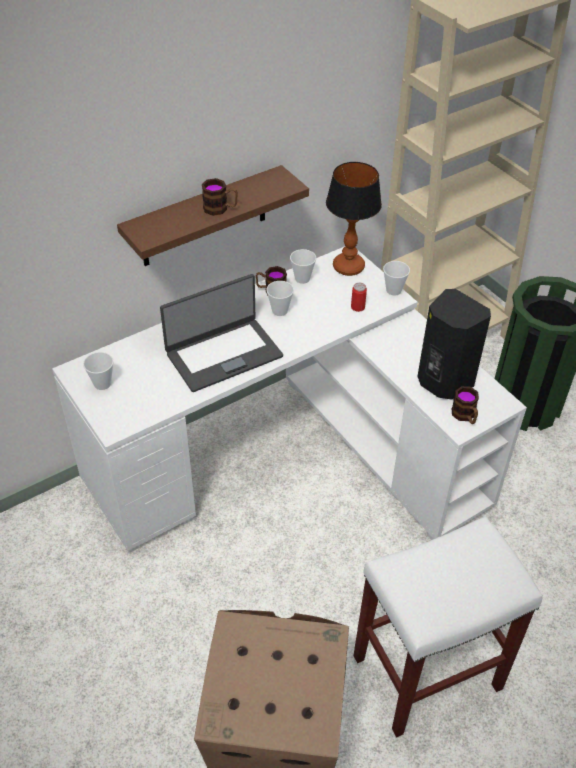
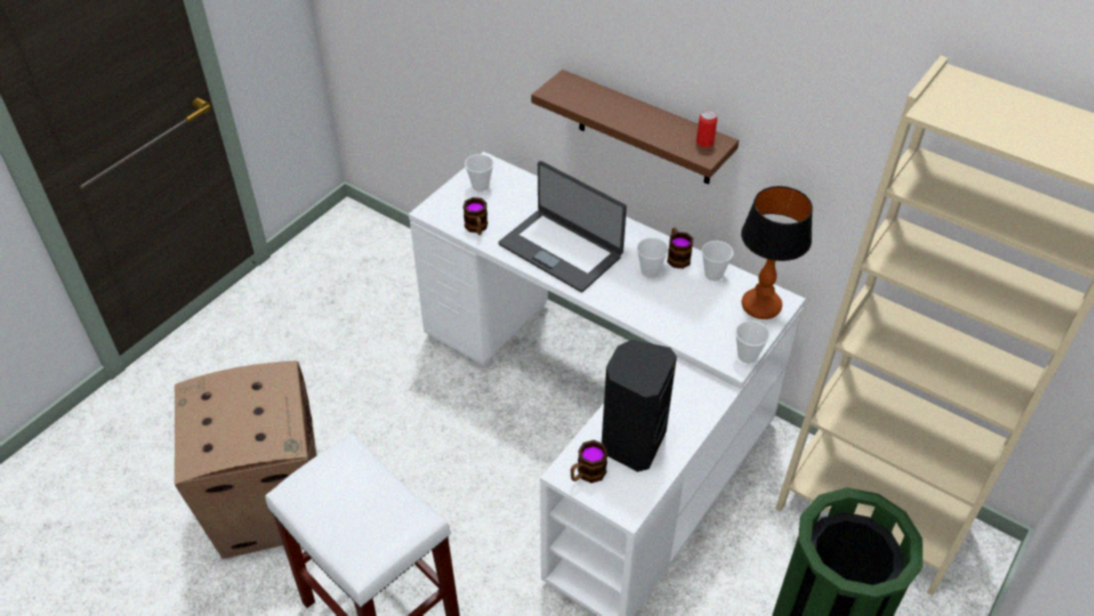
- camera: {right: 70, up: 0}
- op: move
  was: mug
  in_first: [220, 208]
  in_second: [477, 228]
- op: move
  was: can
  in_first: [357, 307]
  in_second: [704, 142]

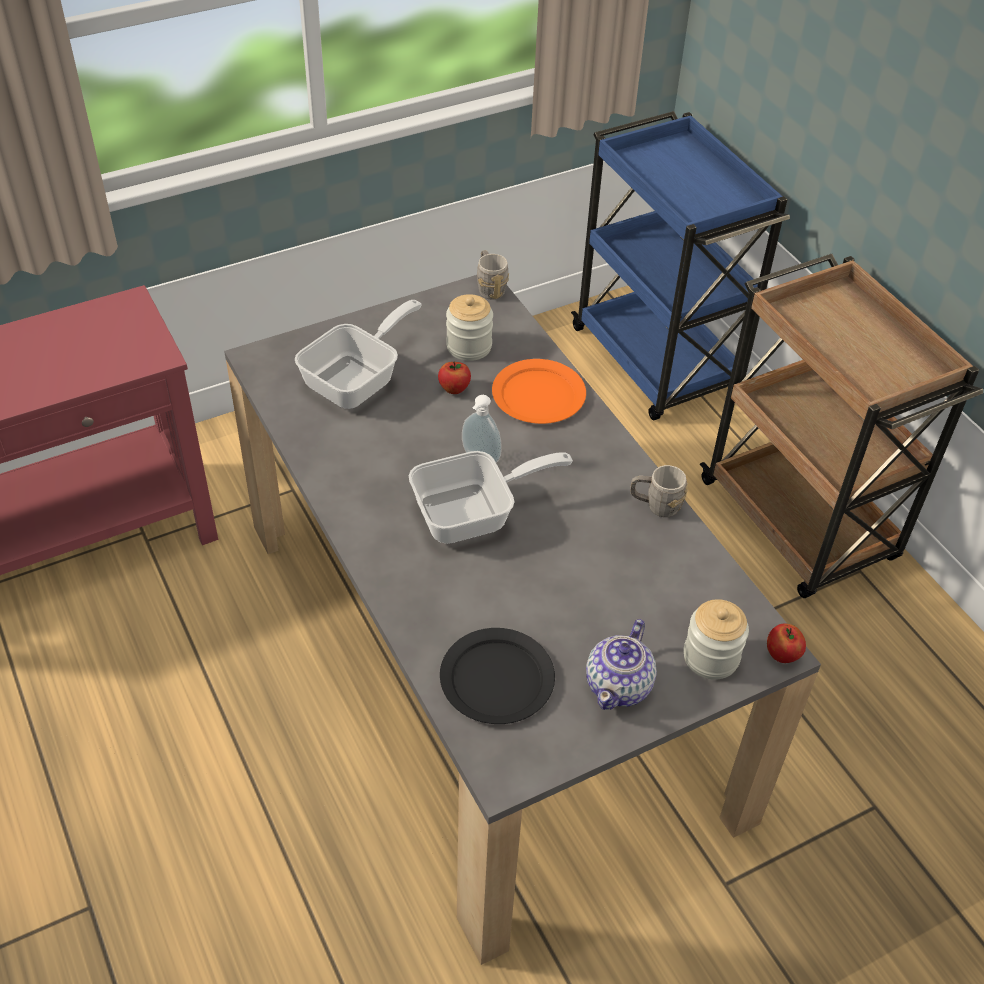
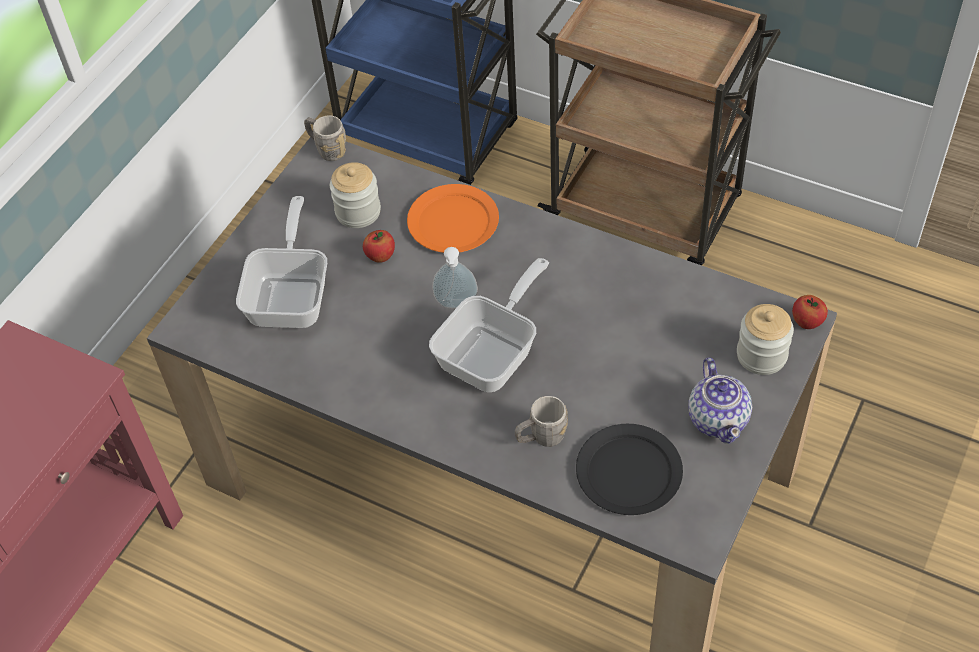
- camera: {right: -30, up: 5}
- op: move
  was: mug in grey
  in_first: [655, 505]
  in_second: [541, 437]

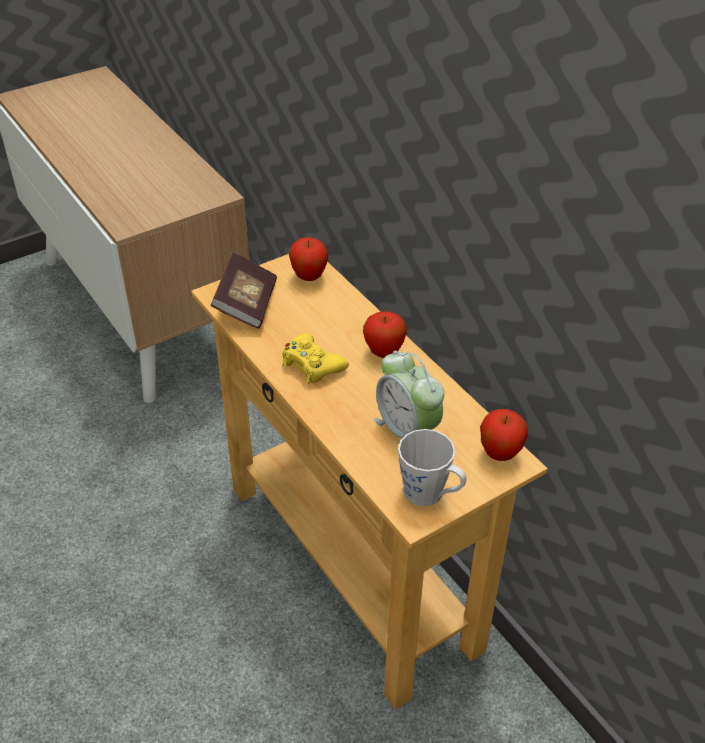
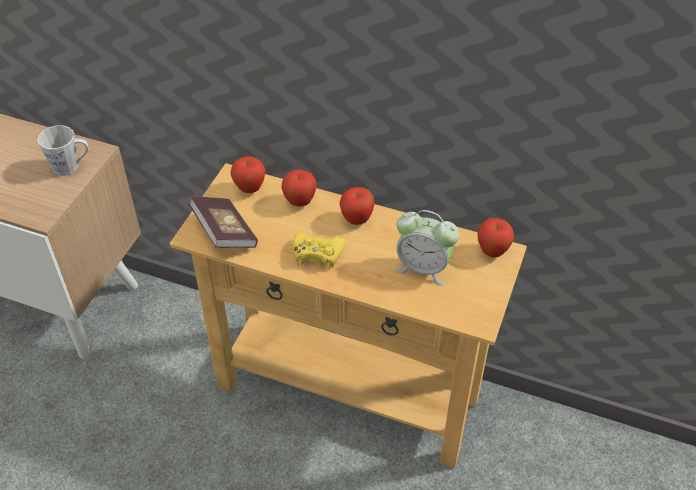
- camera: {right: -35, up: 5}
- op: insert
  now: apple
  in_second: [300, 202]
- op: move
  was: mug in grey
  in_first: [430, 494]
  in_second: [71, 167]

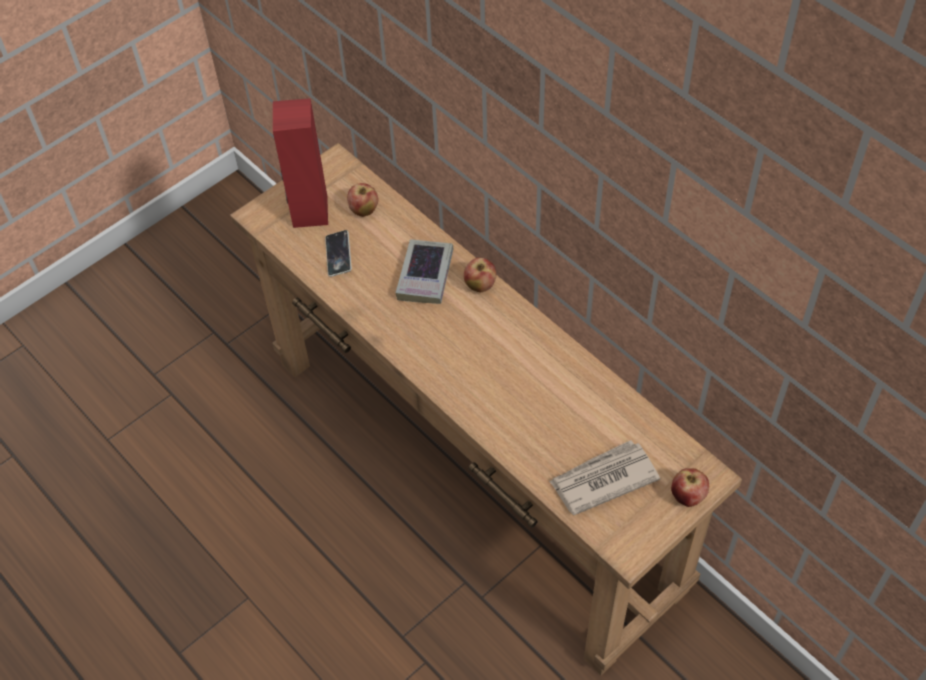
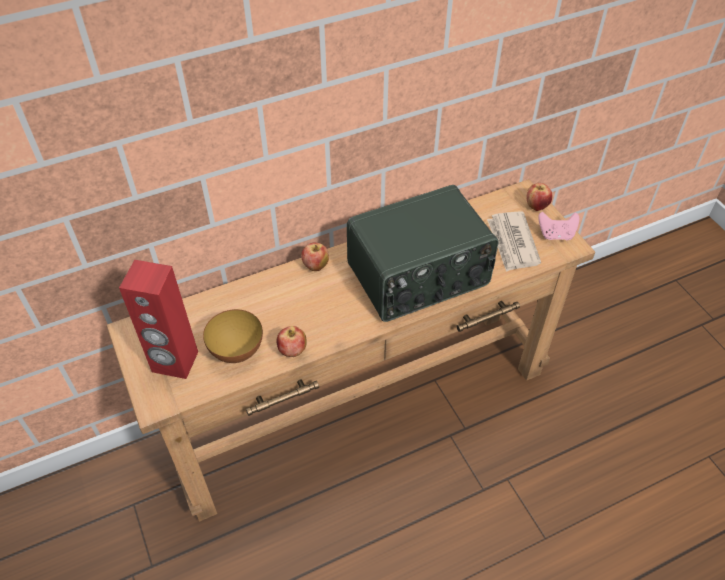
- camera: {right: -75, up: -5}
- op: delete
  was: book
  in_first: [425, 275]
- op: insert
  now: radio
  in_second: [419, 276]
- op: insert
  now: game controller in pink
  in_second: [556, 235]
- op: move
  was: apple
  in_first: [363, 210]
  in_second: [292, 351]
- op: replace
  was: phone
  now: bowl
  in_first: [338, 255]
  in_second: [237, 351]

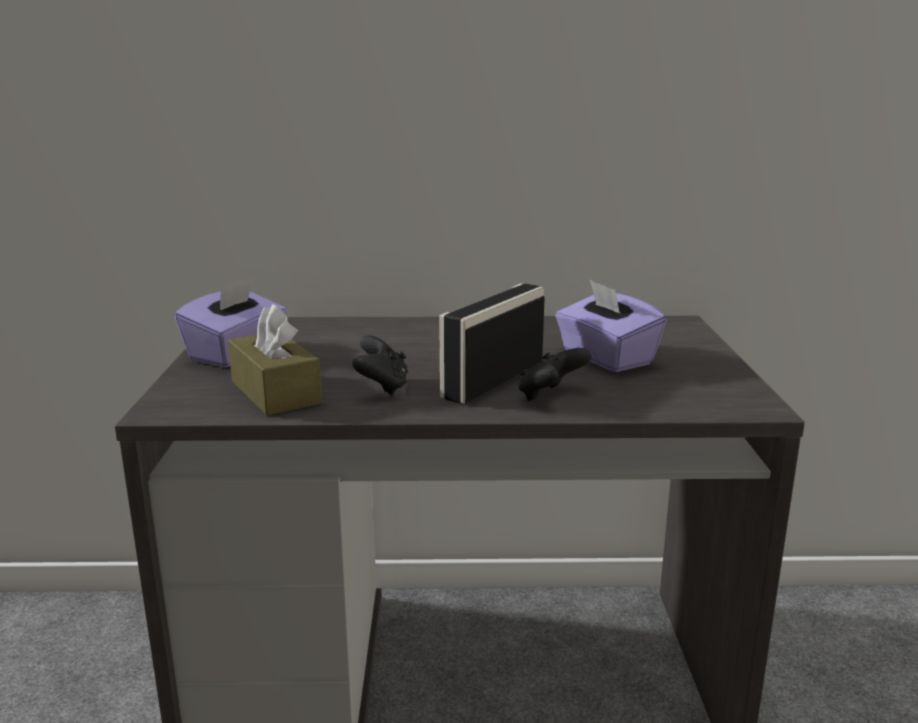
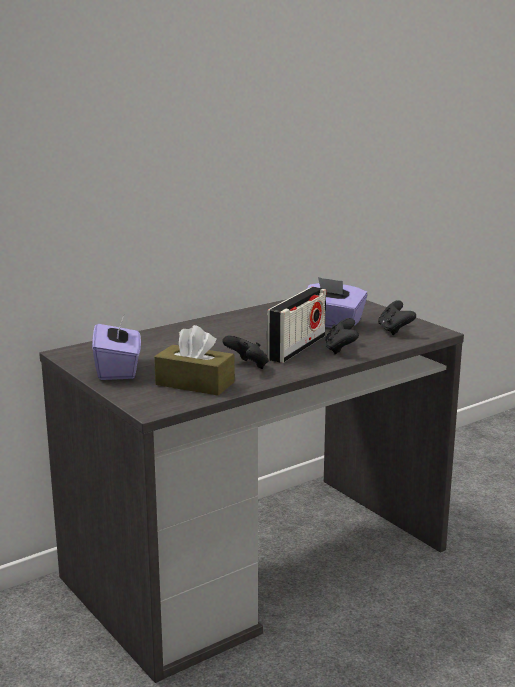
- camera: {right: -35, up: 0}
- op: insert
  now: game controller in black
  in_second: [394, 330]
- op: rotate
  was: radio
  in_first: [493, 379]
  in_second: [297, 348]
  clockwise: -150

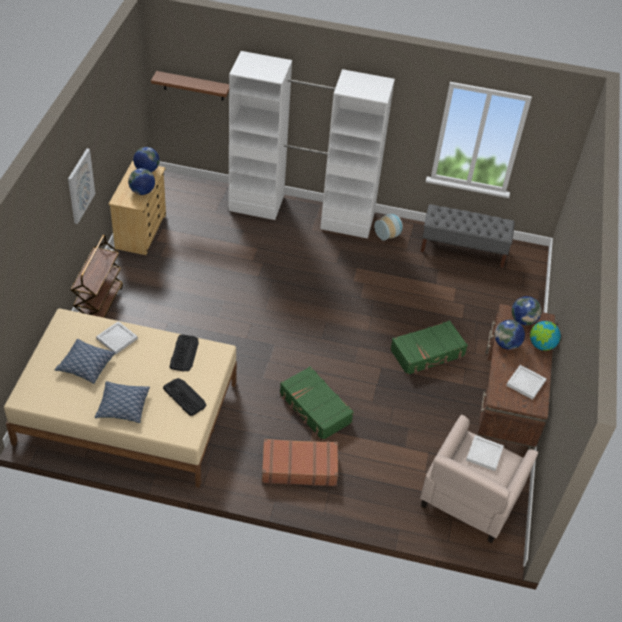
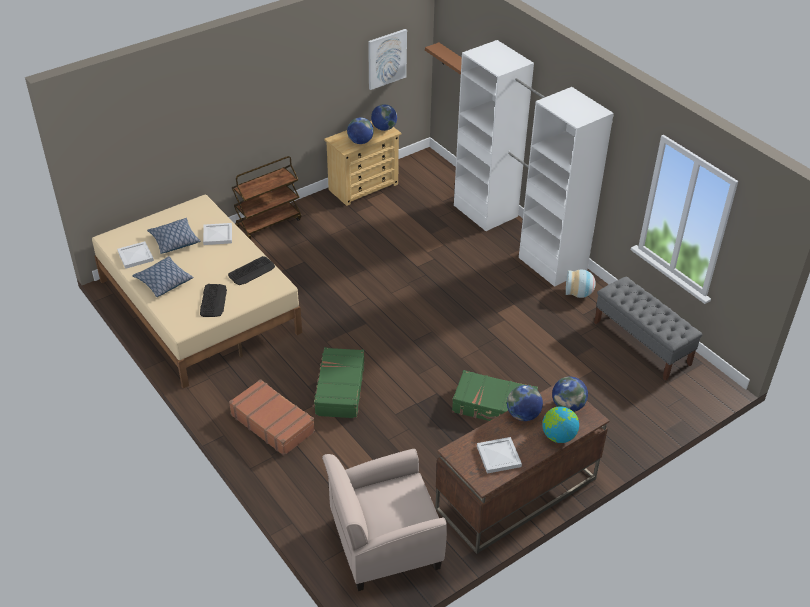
- camera: {right: 45, up: -5}
- op: move
  was: picture
  in_first: [80, 186]
  in_second: [386, 59]
- op: move
  was: tray in white
  in_first: [485, 454]
  in_second: [136, 256]

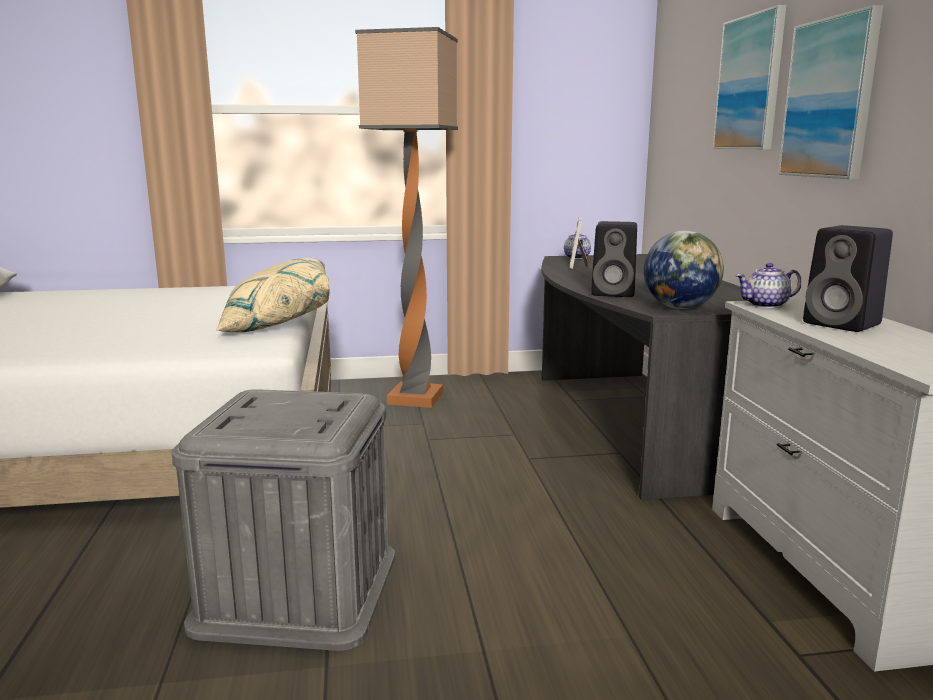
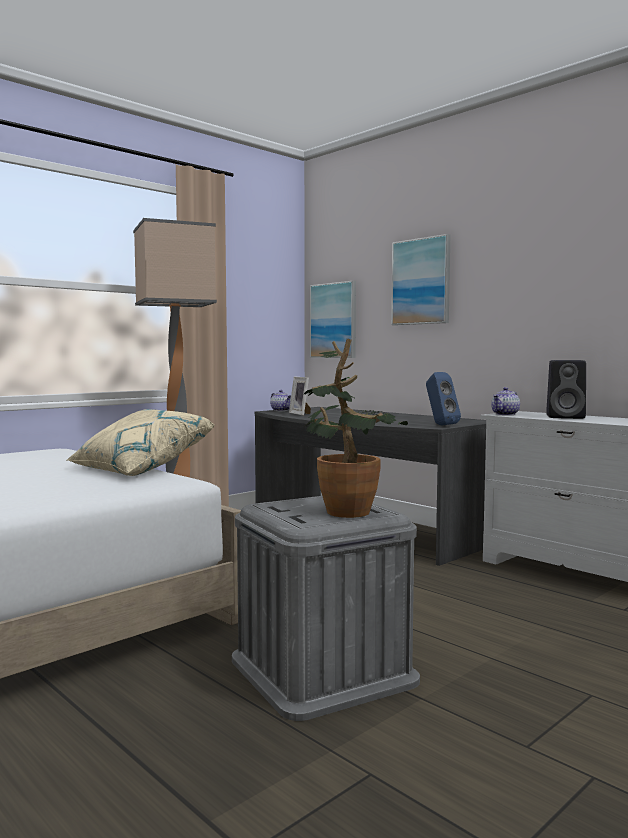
- camera: {right: -35, up: -10}
- op: delete
  was: speaker in black
  in_first: [615, 293]
- op: insert
  now: potted plant
  in_second: [345, 509]
- op: move
  was: picture
  in_first: [830, 99]
  in_second: [334, 320]
- op: replace
  was: globe
  now: speaker in blue
  in_first: [680, 308]
  in_second: [440, 425]

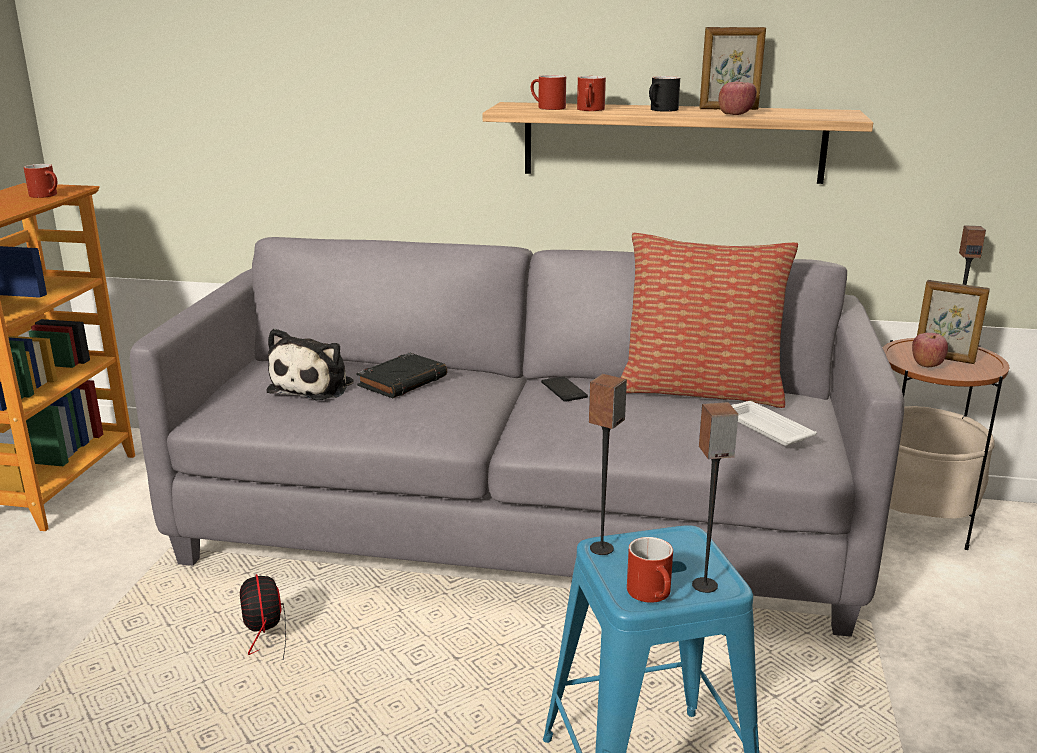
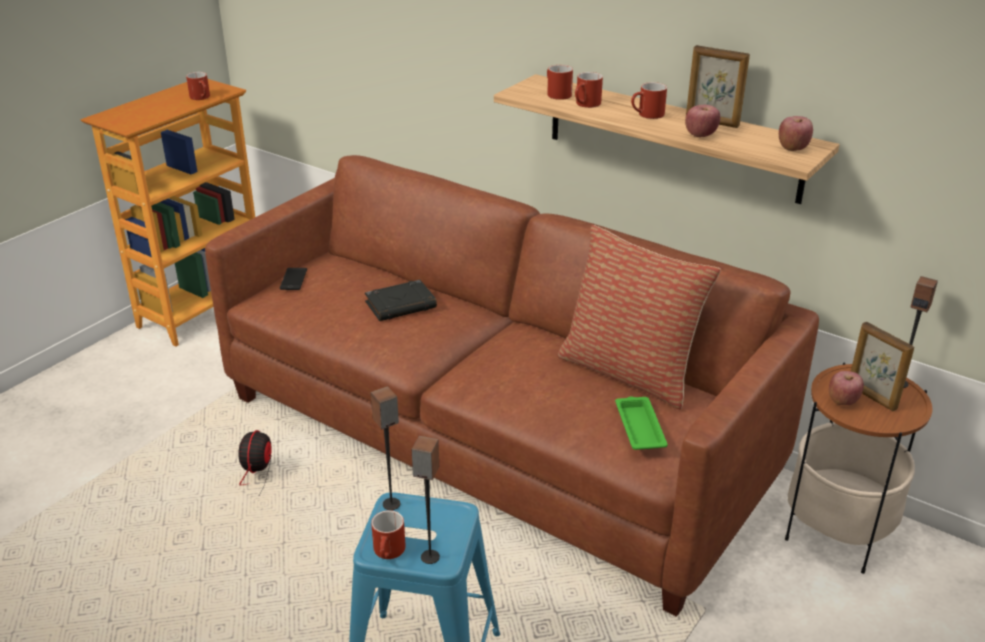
- camera: {right: 25, up: 10}
- op: delete
  was: plush toy
  in_first: [315, 386]
- op: insert
  now: apple
  in_second: [793, 147]
- op: move
  was: phone
  in_first: [564, 390]
  in_second: [293, 279]
- op: recolor
  was: sofa in grey
  now: sofa in brown
  in_first: [520, 528]
  in_second: [494, 437]
- op: recolor
  was: mug in black
  now: mug in red
  in_first: [661, 110]
  in_second: [647, 115]
- op: recolor
  was: tray in white
  now: tray in green
  in_first: [765, 428]
  in_second: [639, 427]

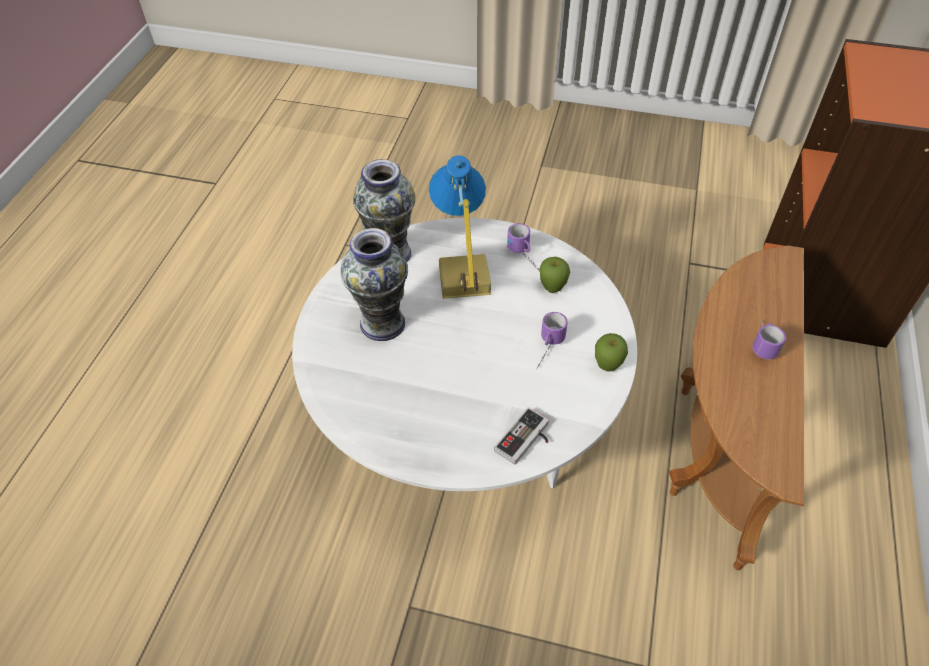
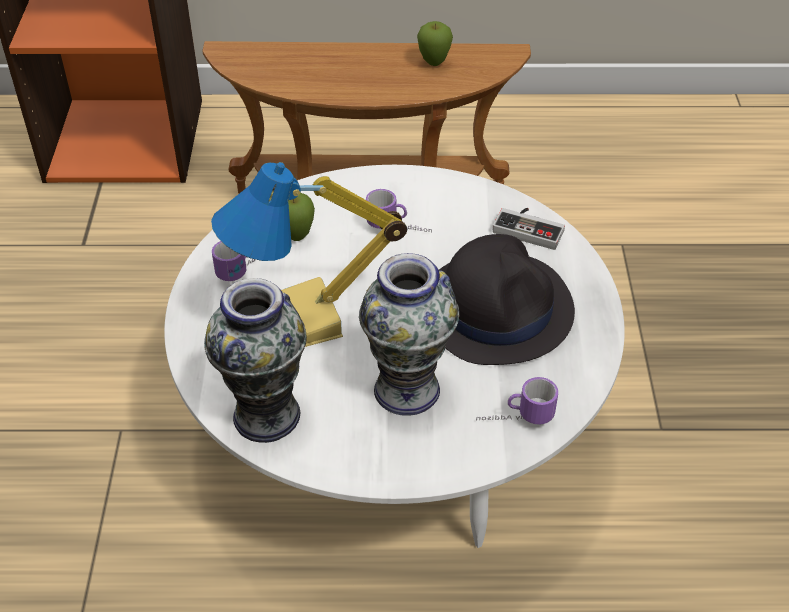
- camera: {right: -105, up: -5}
- op: insert
  now: hat in black
  in_second: [497, 308]
- op: move
  was: apple
  in_first: [607, 367]
  in_second: [434, 63]
- op: move
  was: mug
  in_first: [762, 342]
  in_second: [514, 419]

